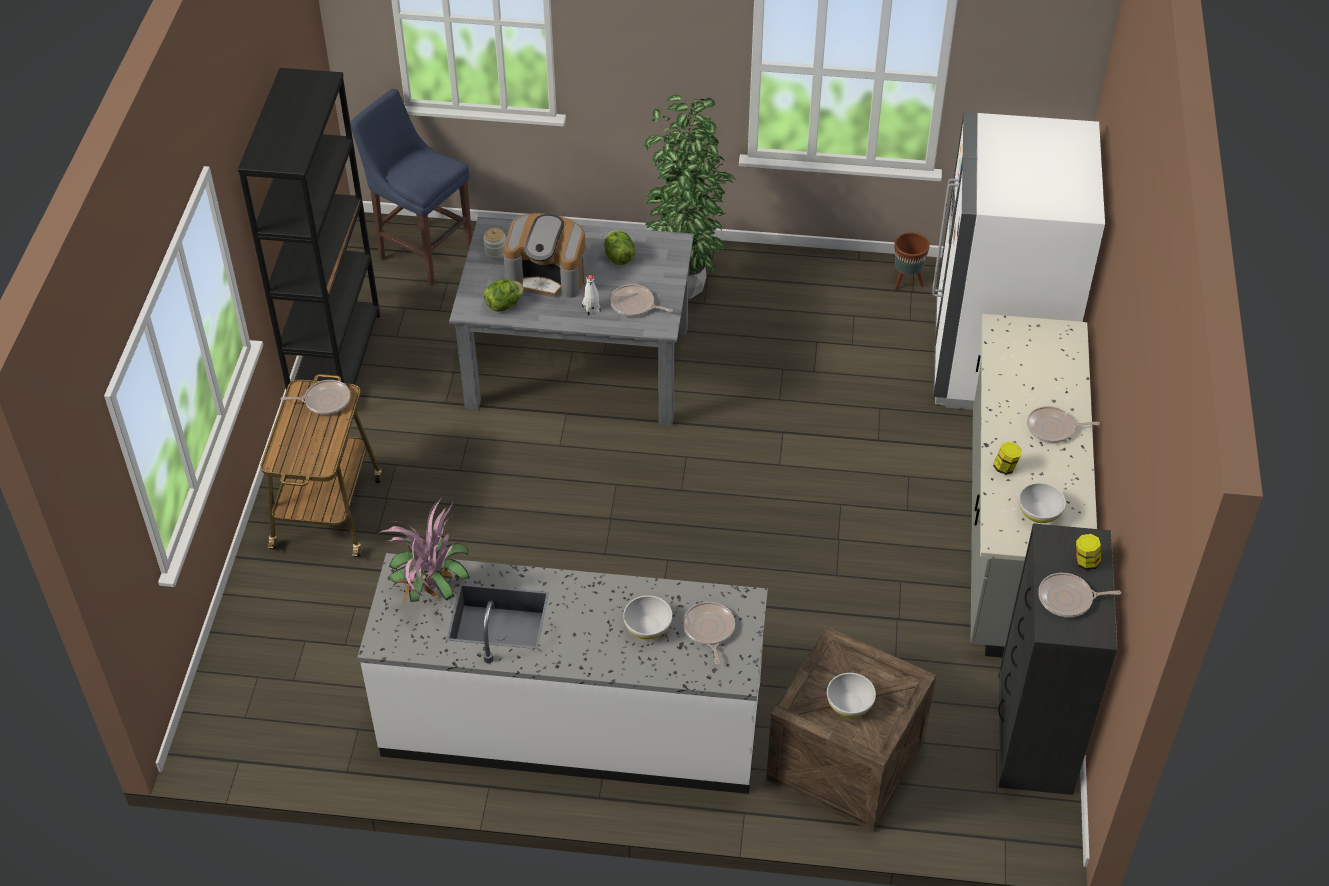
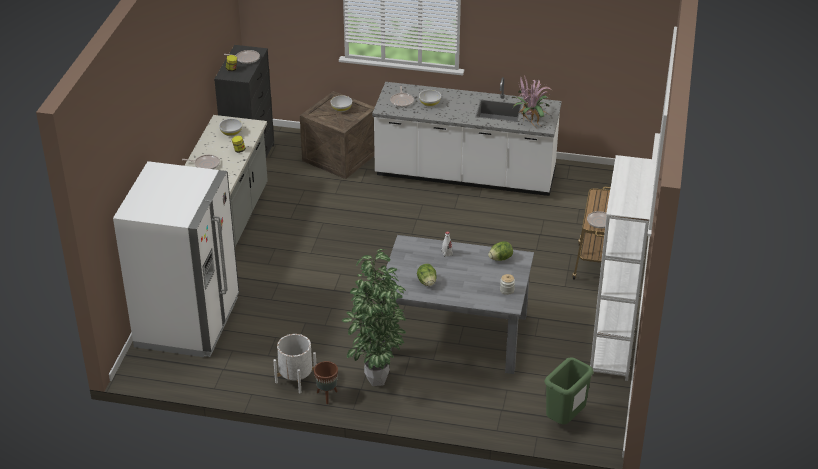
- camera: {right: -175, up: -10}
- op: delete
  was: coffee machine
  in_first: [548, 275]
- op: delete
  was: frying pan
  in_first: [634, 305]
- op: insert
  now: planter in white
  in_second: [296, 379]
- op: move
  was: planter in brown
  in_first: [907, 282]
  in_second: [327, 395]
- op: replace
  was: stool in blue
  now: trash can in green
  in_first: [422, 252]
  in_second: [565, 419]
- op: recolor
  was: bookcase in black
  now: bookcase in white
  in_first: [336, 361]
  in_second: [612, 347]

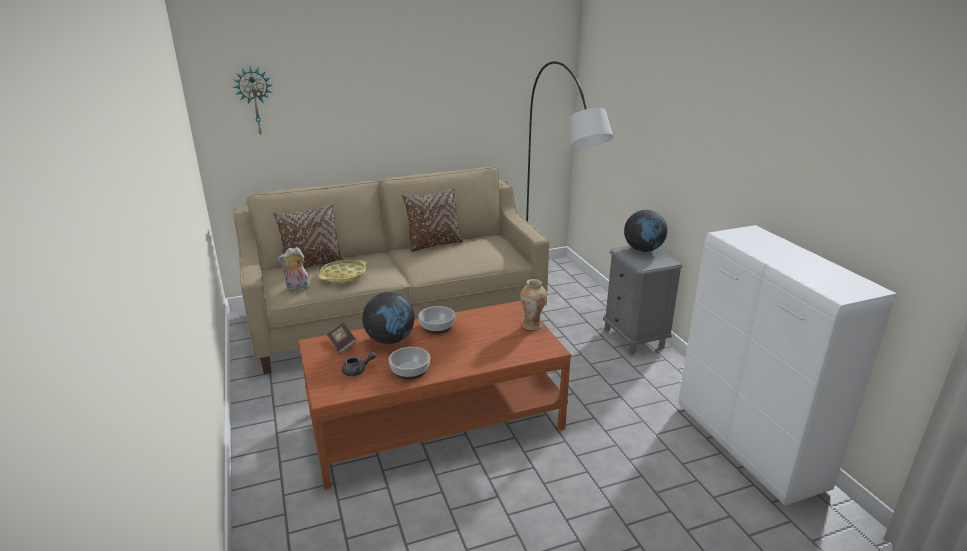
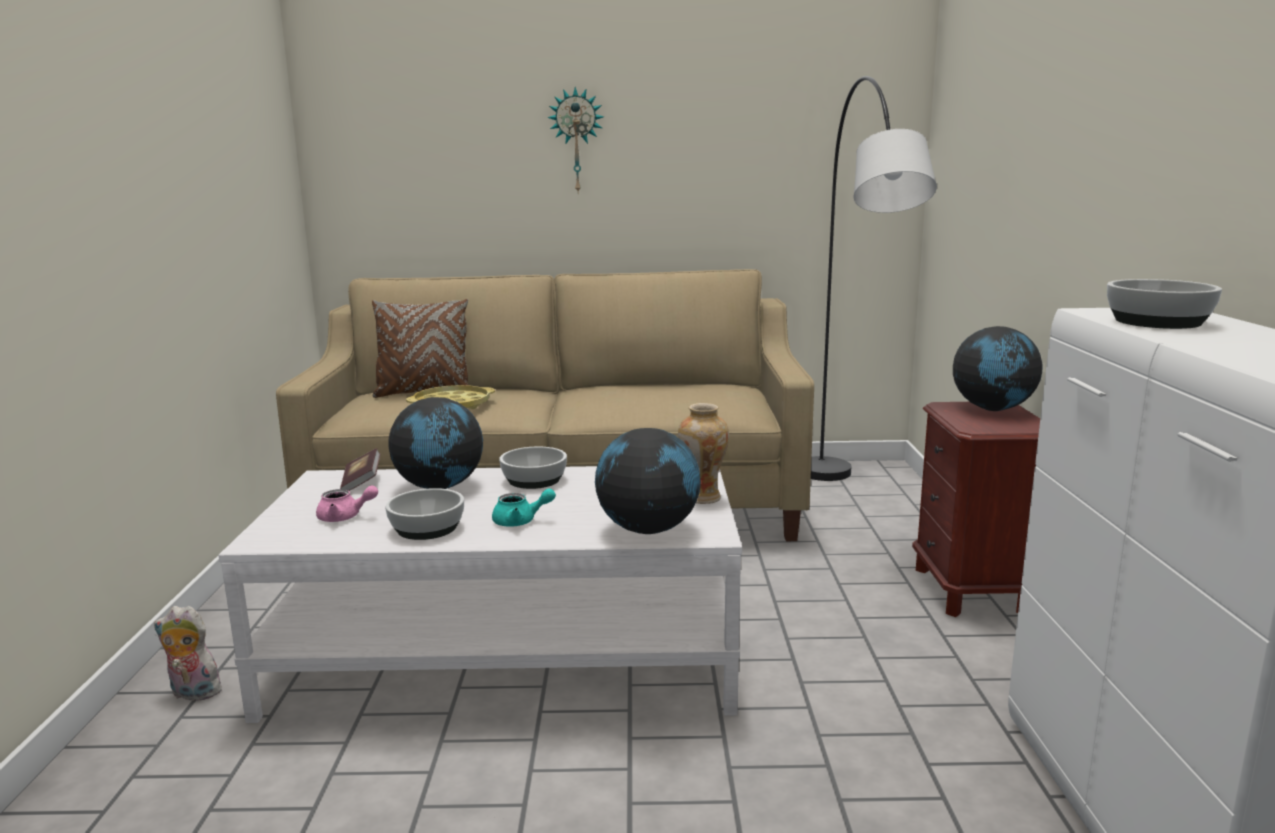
- camera: {right: 20, up: -10}
- op: delete
  was: pillow in brown
  in_first: [434, 245]
- op: insert
  now: teapot in turquoise
  in_second: [520, 521]
- op: insert
  now: globe
  in_second: [648, 529]
- op: insert
  now: bowl
  in_second: [1156, 322]
- op: move
  was: wall clock
  in_first: [255, 101]
  in_second: [576, 141]
- op: move
  was: plush toy
  in_first: [297, 288]
  in_second: [192, 693]
- op: recolor
  was: coffee table in brown
  now: coffee table in white
  in_first: [436, 420]
  in_second: [509, 656]
- op: recolor
  was: teapot in grey
  now: teapot in pink
  in_first: [358, 371]
  in_second: [345, 517]
- op: recolor
  was: nightstand in grey
  now: nightstand in brown
  in_first: [634, 338]
  in_second: [971, 590]

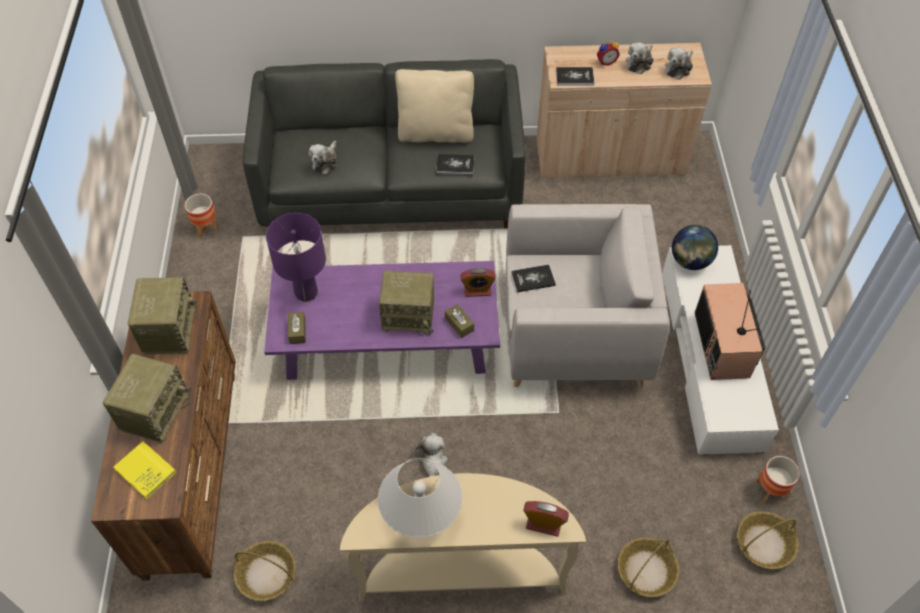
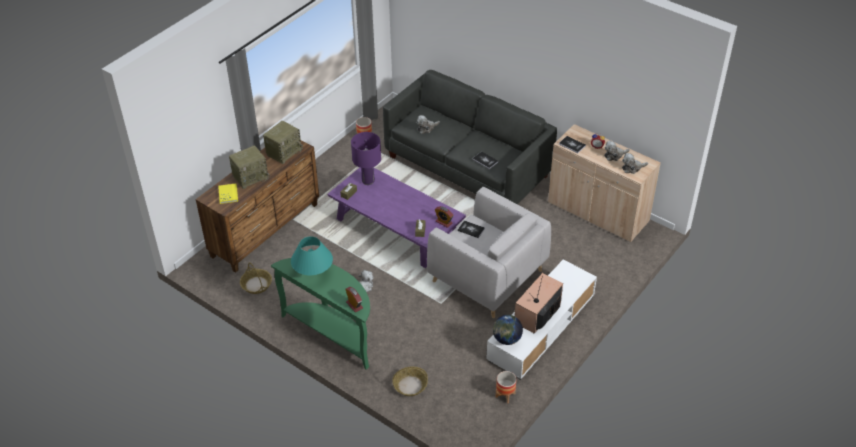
- camera: {right: 40, up: -10}
- op: delete
  was: radio
  in_first: [409, 315]
- op: delete
  was: pillow in beige
  in_first: [435, 133]
- op: delete
  was: basket
  in_first: [764, 544]
- op: move
  was: globe
  in_first: [690, 261]
  in_second: [507, 339]
- op: recolor
  was: console table in beige
  now: console table in green
  in_first: [461, 569]
  in_second: [333, 333]
- op: recolor
  was: table lamp in white
  now: table lamp in turquoise
  in_first: [421, 511]
  in_second: [313, 272]

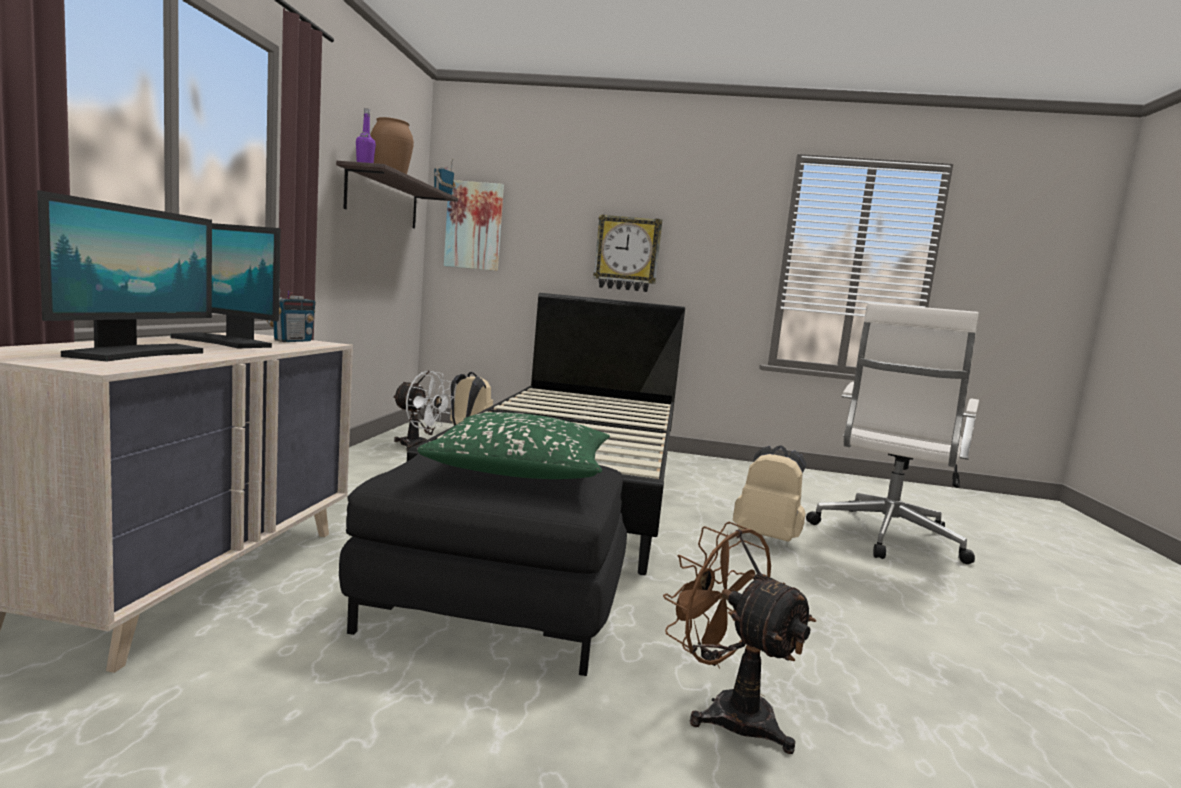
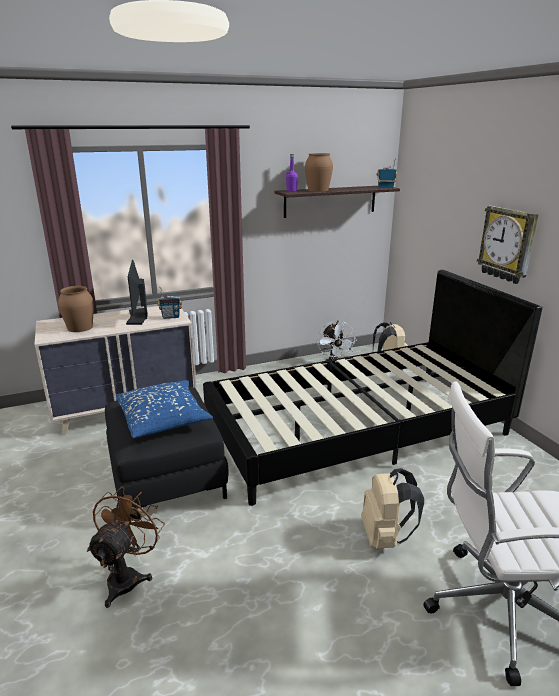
- camera: {right: 60, up: 15}
- op: delete
  was: picture
  in_first: [474, 226]
- op: replace
  was: monitor
  now: vase in brown
  in_first: [135, 353]
  in_second: [80, 327]
- op: recolor
  was: pillow in green
  now: pillow in blue
  in_first: [522, 469]
  in_second: [163, 419]

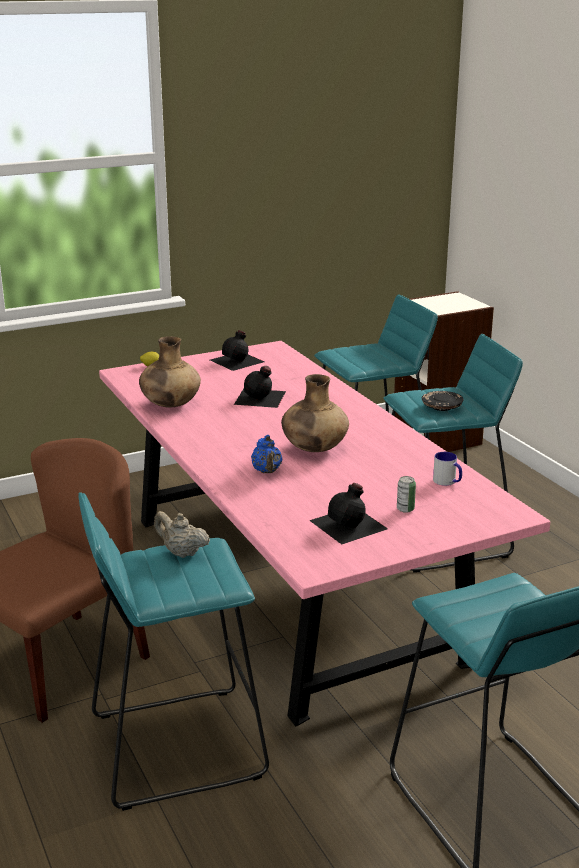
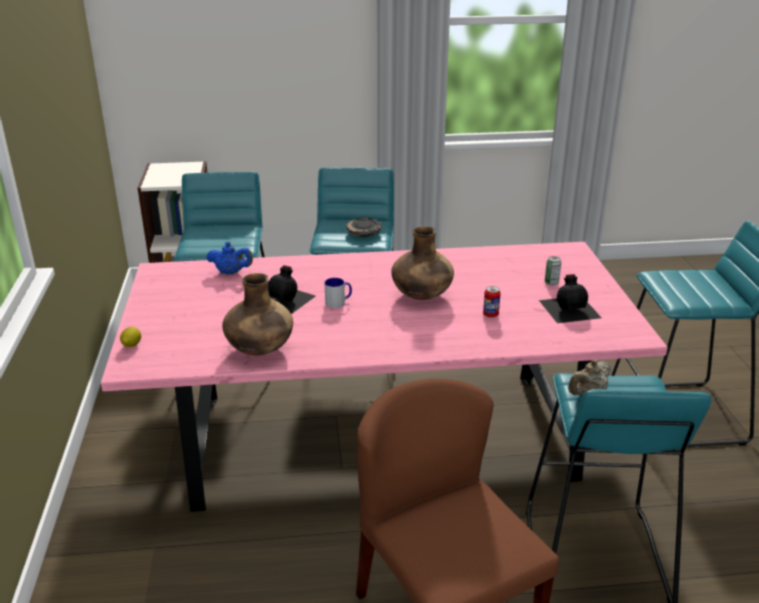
- camera: {right: -70, up: 5}
- op: delete
  was: bottle in black
  in_first: [238, 360]
- op: insert
  now: can
  in_second: [490, 315]
- op: move
  was: teapot in blue
  in_first: [267, 472]
  in_second: [231, 272]
- op: move
  was: mug
  in_first: [447, 482]
  in_second: [338, 302]

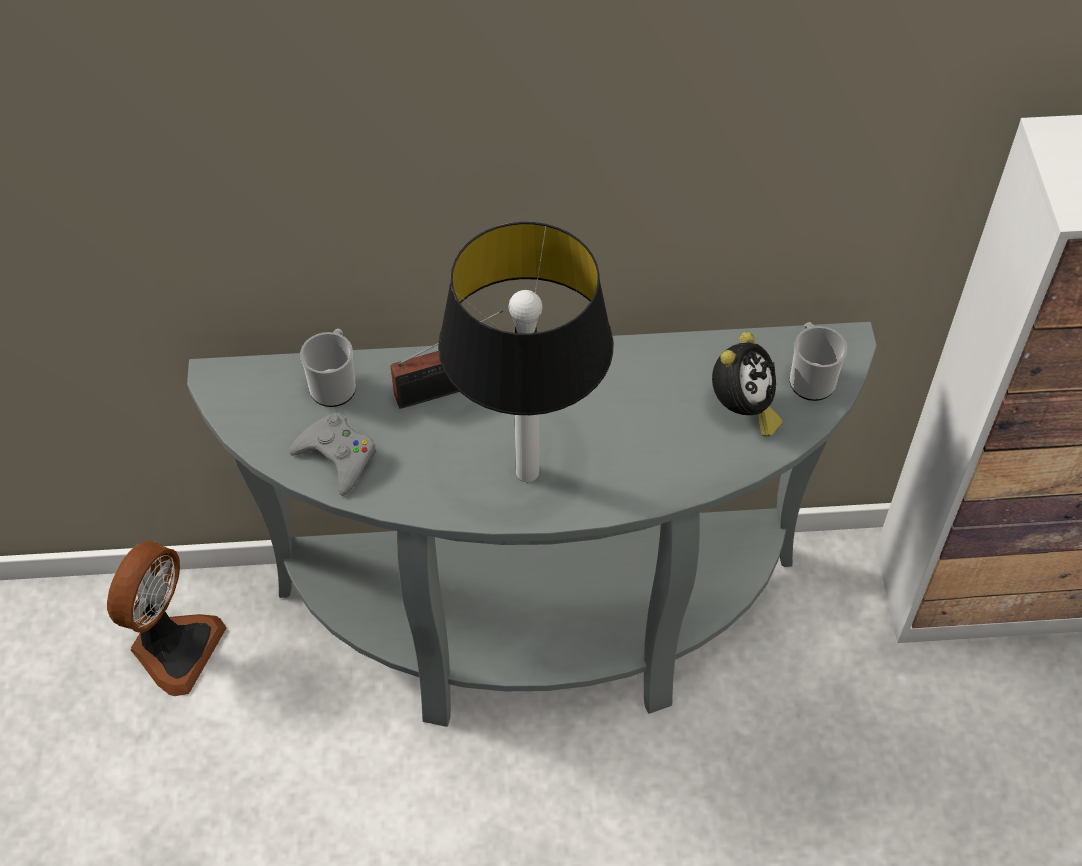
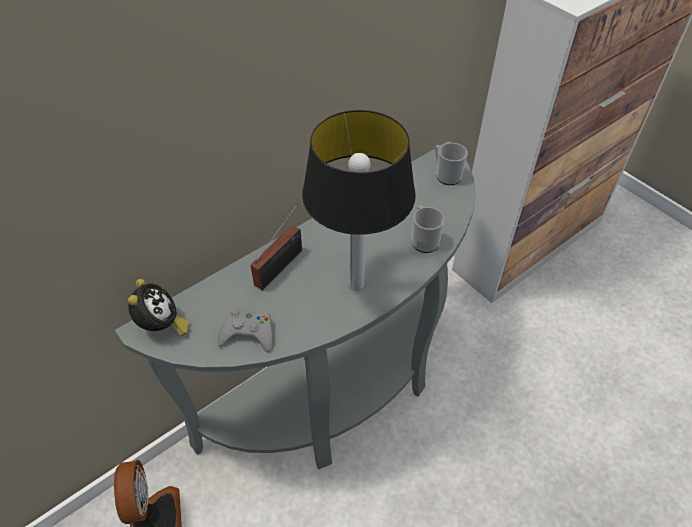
- camera: {right: -35, up: -5}
- op: move
  was: mug
  in_first: [334, 384]
  in_second: [423, 240]
- op: move
  was: alarm clock
  in_first: [742, 410]
  in_second: [162, 326]

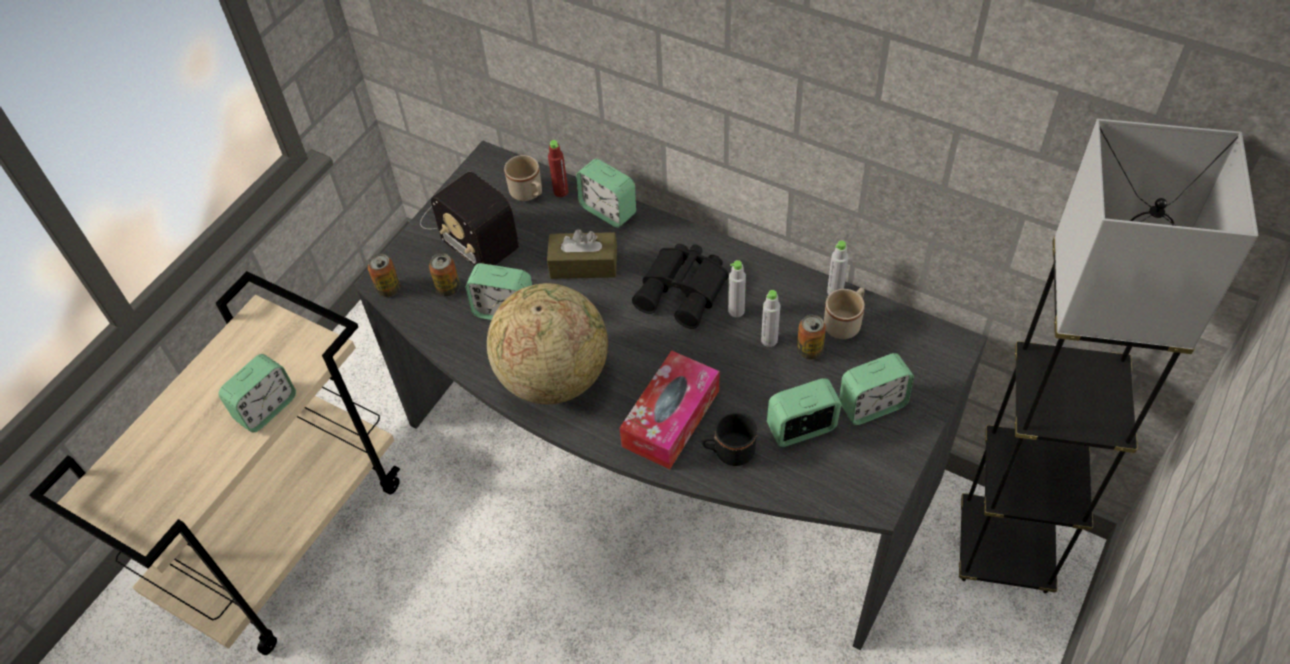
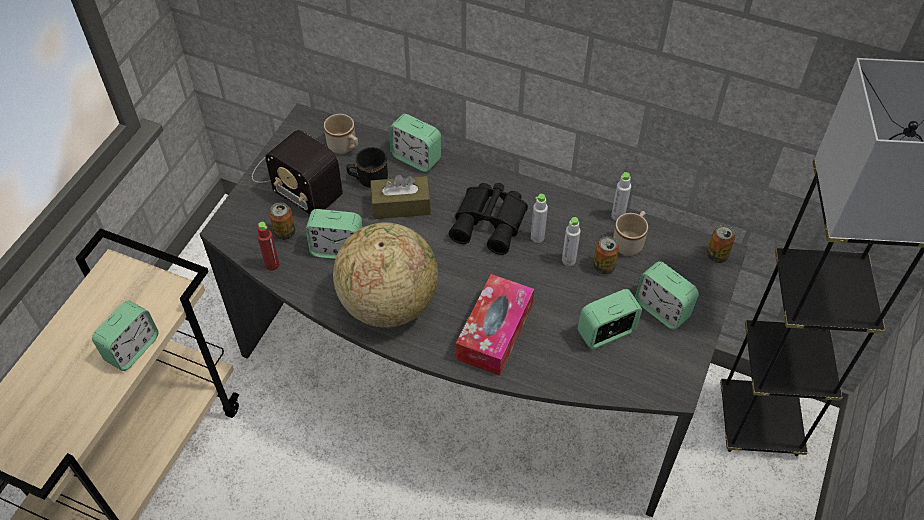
- camera: {right: -10, up: 0}
- op: move
  was: can
  in_first: [388, 289]
  in_second: [716, 255]
- op: move
  was: bottle in red
  in_first: [561, 192]
  in_second: [272, 264]
- op: move
  was: mug in black
  in_first: [728, 452]
  in_second: [368, 179]
- op: rotate
  was: alarm clock
  in_first: [872, 405]
  in_second: [662, 309]
  clockwise: 75

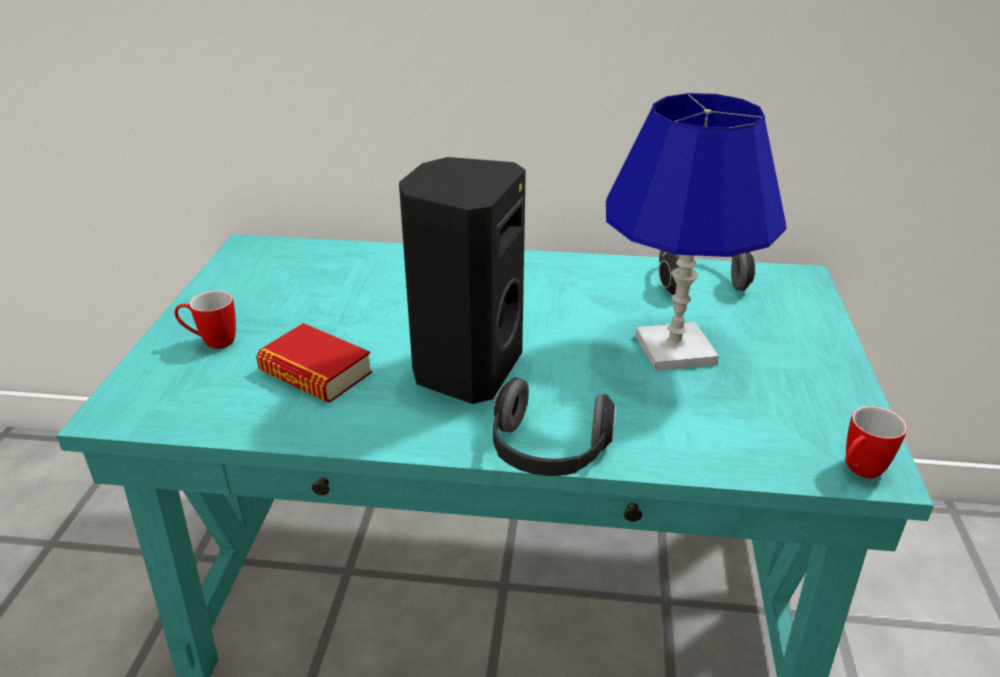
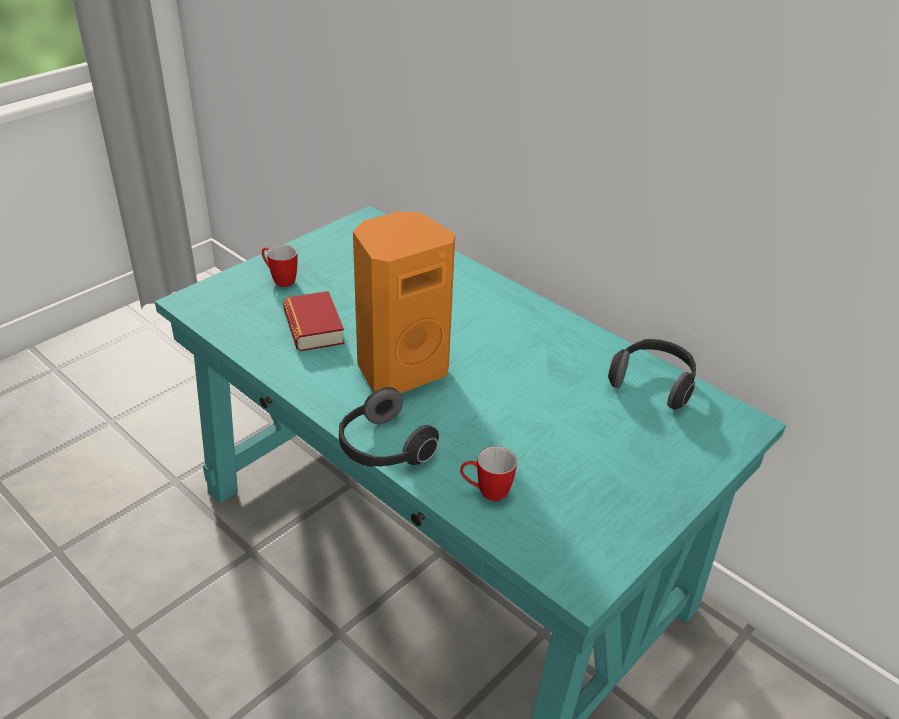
- camera: {right: 35, up: 5}
- op: delete
  was: table lamp in blue
  in_first: [674, 350]
- op: move
  was: mug
  in_first: [858, 472]
  in_second: [486, 492]
- op: recolor
  was: speaker in black
  now: speaker in orange
  in_first: [464, 369]
  in_second: [400, 369]

